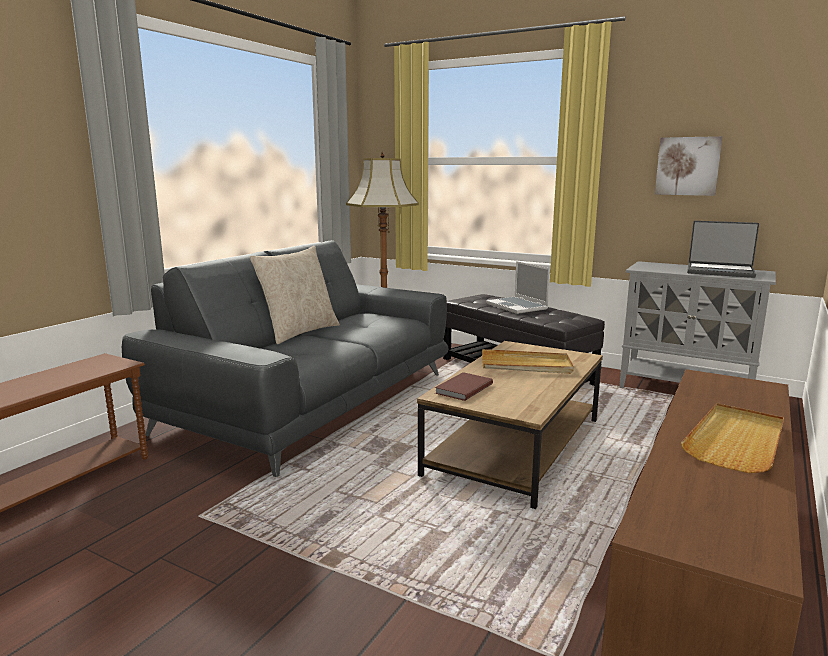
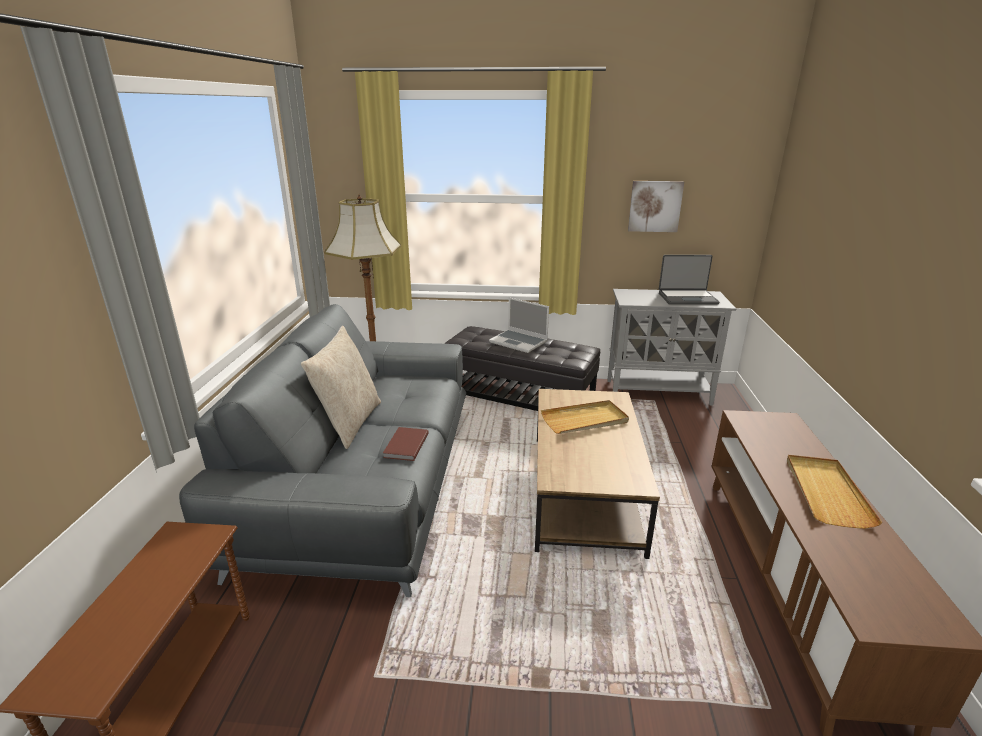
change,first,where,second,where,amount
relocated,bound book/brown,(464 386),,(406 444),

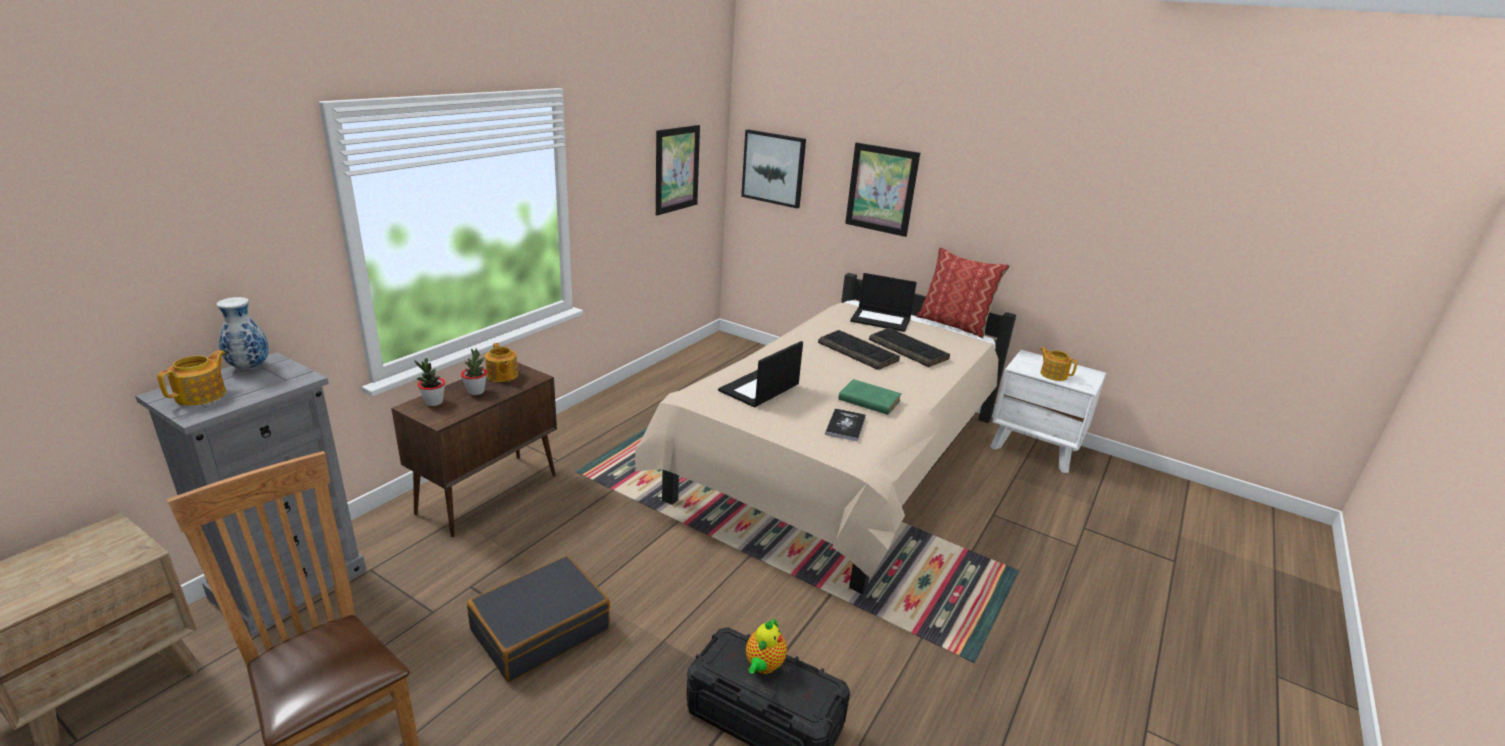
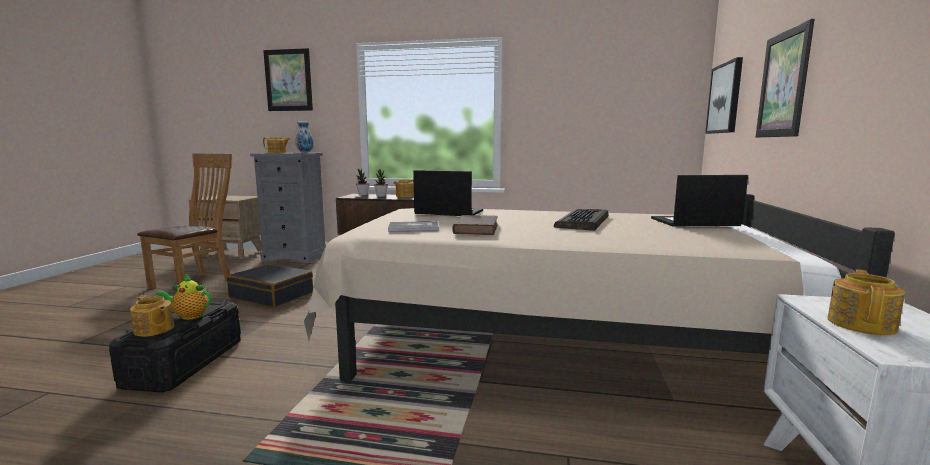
change,first,where,second,where,amount
missing,PC keyboard,(909 347),,,
missing,throw pillow,(963 293),,,
appeared,,,teapot,(152 316),
relocated,wall art,(678 170),,(288 79),
colour,bound book/greenish,(870 397),bound book/brown,(475 225),
spun,laptop,(883 302),,(699 200),90 degrees clockwise

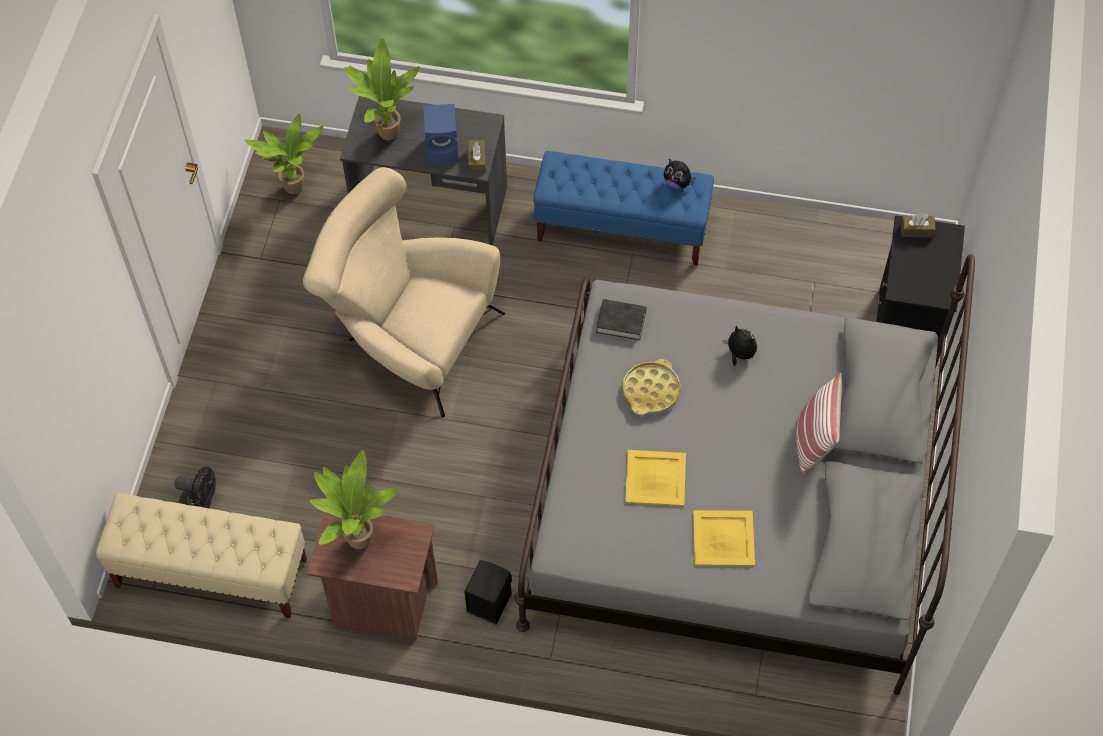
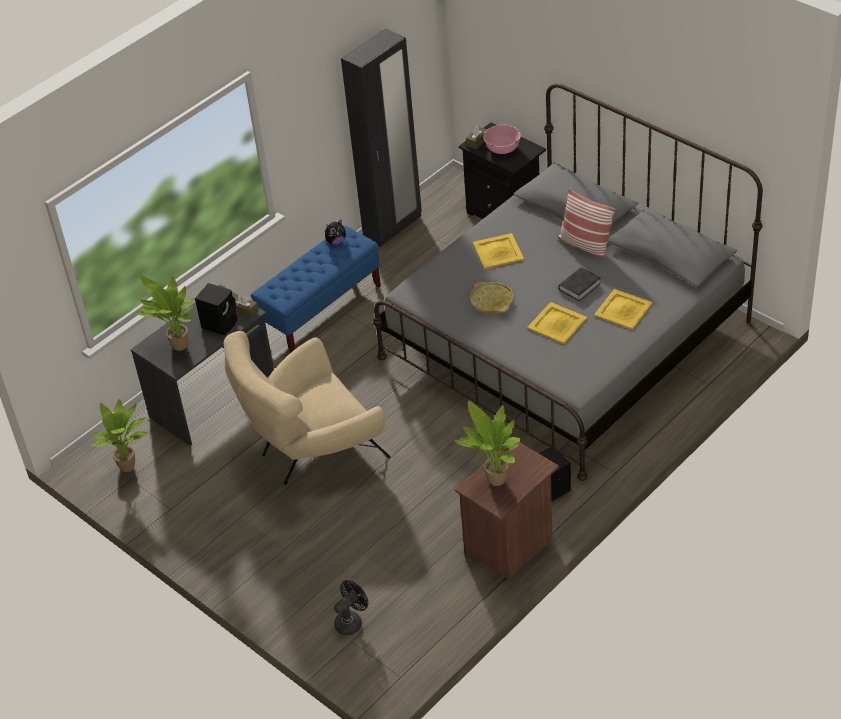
change,first,where,second,where,amount
missing,long seat/sand-coloured,(201 555),,,
appeared,,,armoire/black-coloured,(381 137),
appeared,,,bowl/pink-coloured,(502 139),
relocated,bound book/black-coloured,(621 319),,(580 284),
exchanged,plush toy,(740 345),serving tray/yellowish,(498 251),
colour,speaker/blue-coloured,(441 134),speaker/black-coloured,(216 309),

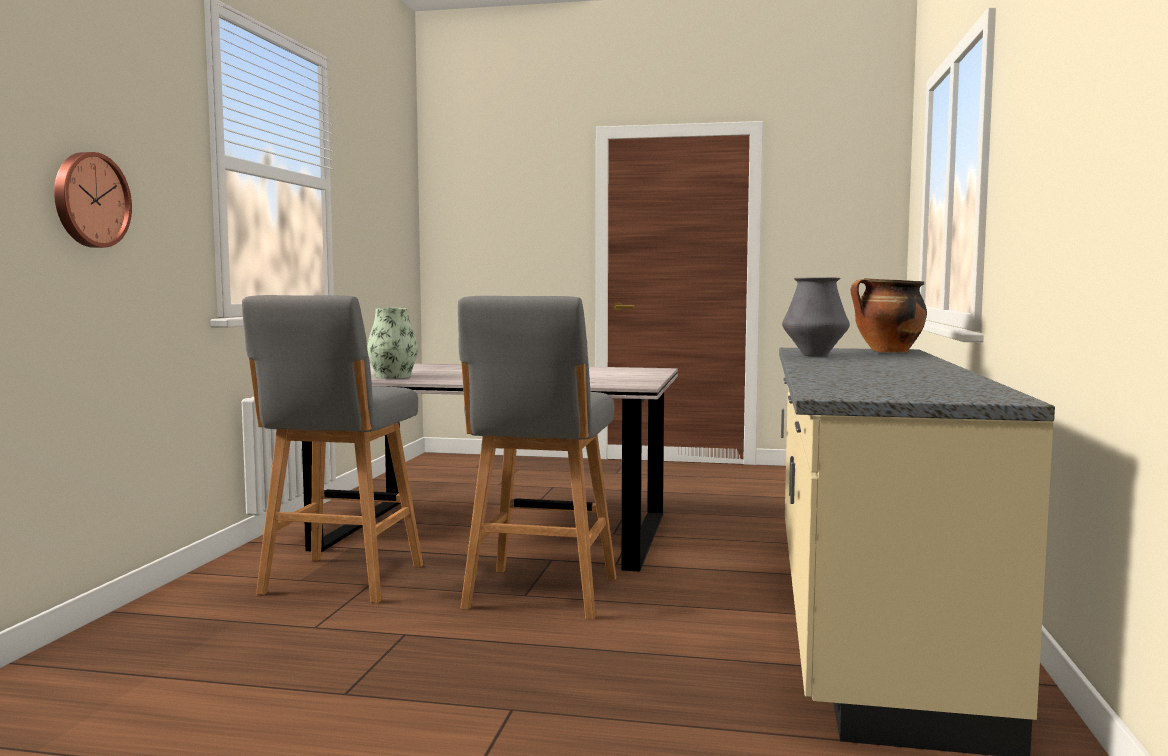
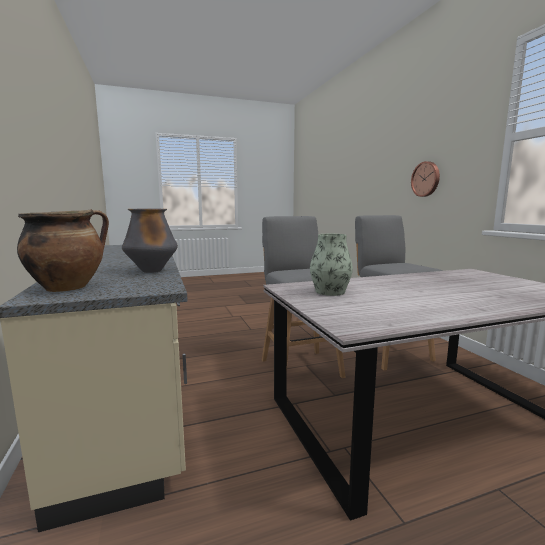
change,first,where,second,where,amount
relocated,decorative vase,(392 343),,(331 265),

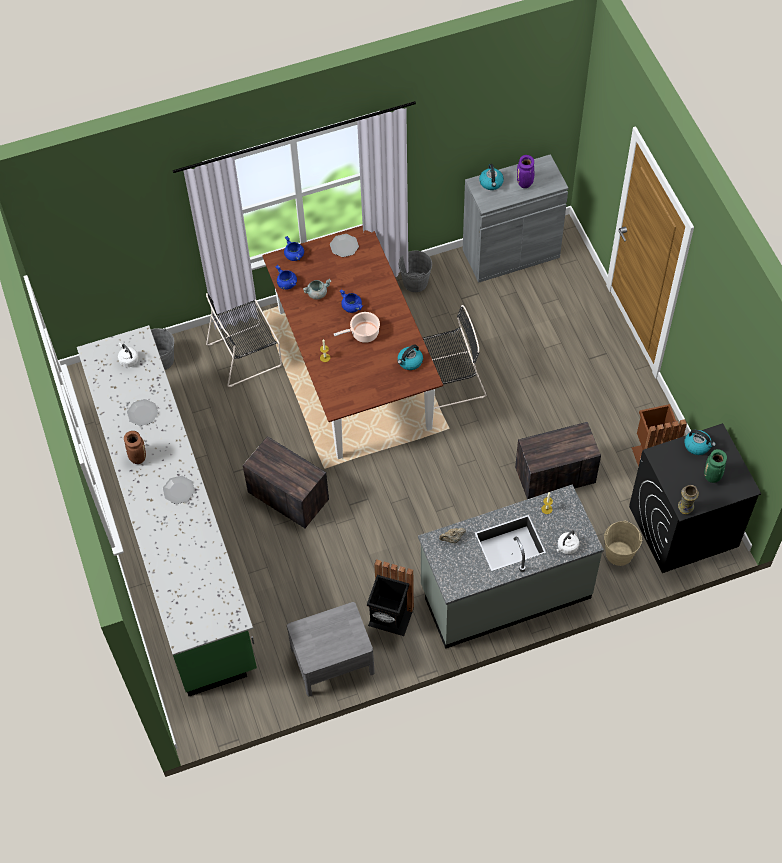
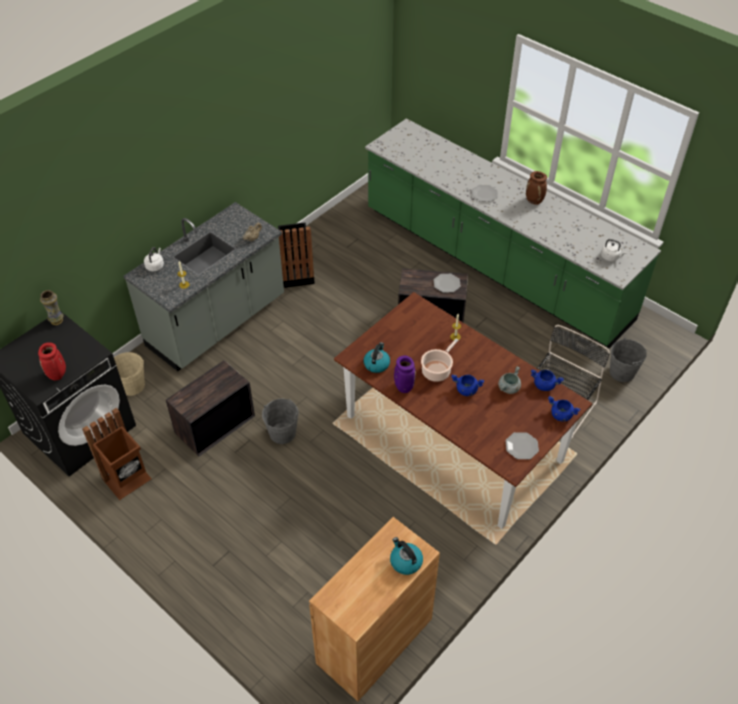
change,first,where,second,where,amount
missing,night table/gray,(331 649),,,
missing,chair/black-coloured,(454 357),,,
missing,decorative vase/greenish,(715 466),,,
relocated,flat dish,(142 412),,(447 283),
relocated,pail/gray,(415 271),,(280 421),
relocated,decorative vase/purplish,(525 171),,(405 374),
exchanged,tea kettle,(700 442),decorative vase/reddish,(52 361),
colour,storage cabinet/gray,(515 218),storage cabinet/brown,(374 609),

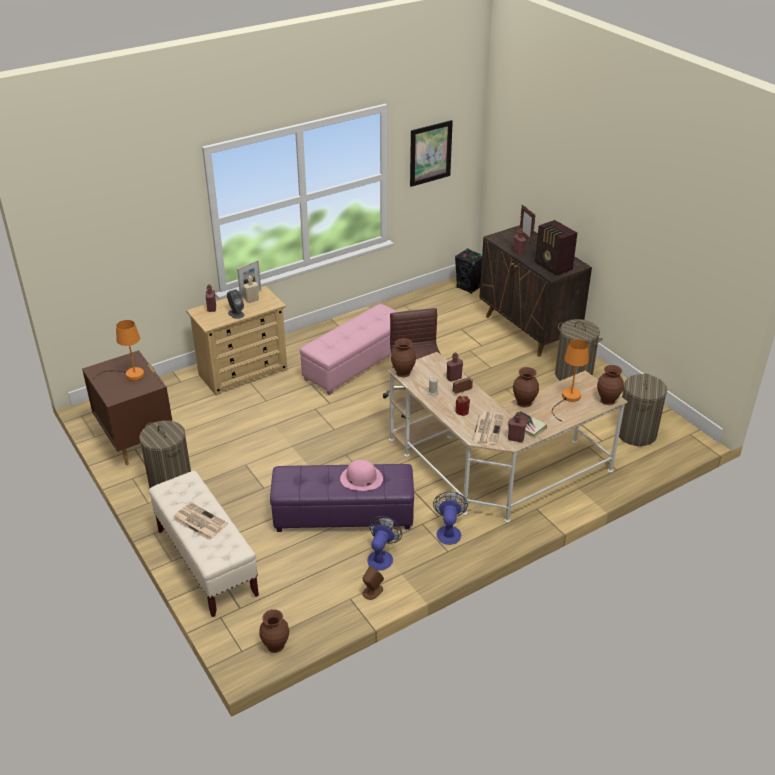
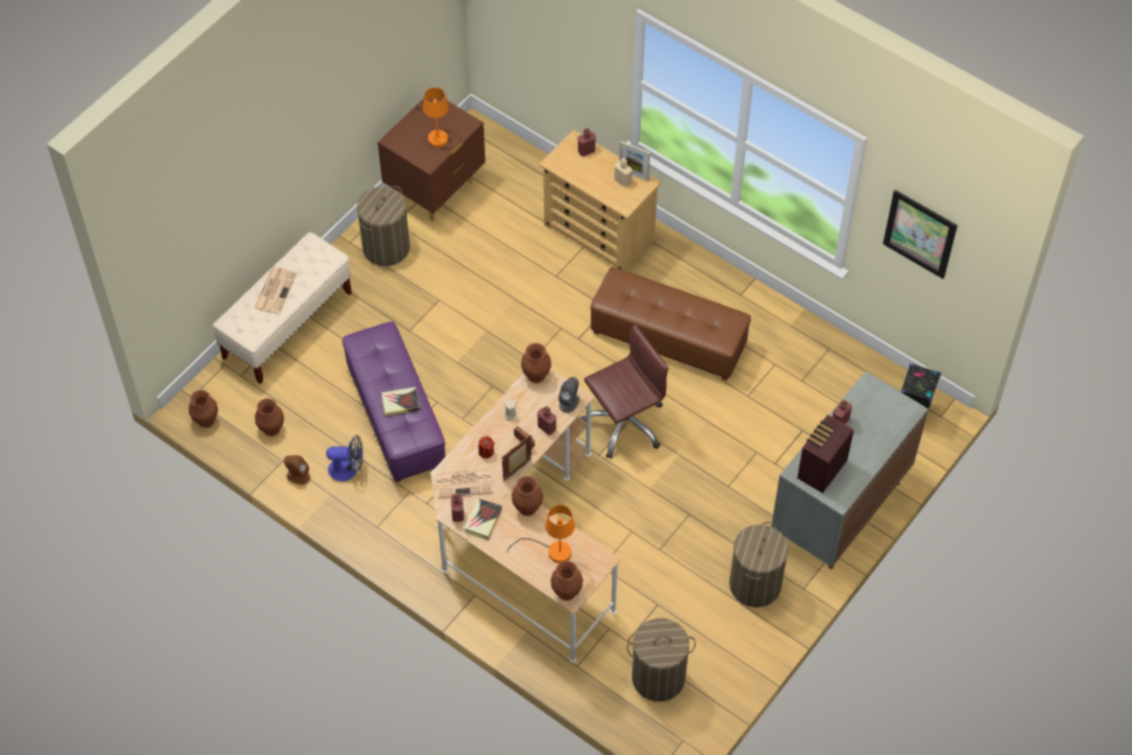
change,first,where,second,where,amount
missing,electric fan,(450 518),,,
appeared,,,decorative vase/brown,(269 417),
relocated,speaker/gray,(235 304),,(569 395),
relocated,photo frame,(527 224),,(517 458),
exchanged,clothing hat/pink-coloured,(361 475),bound book,(400 402),
colour,footrest/pink-coloured,(349 349),footrest/brown,(670 324),
colour,storage cabinet/brown,(535 291),storage cabinet/gray,(849 470),

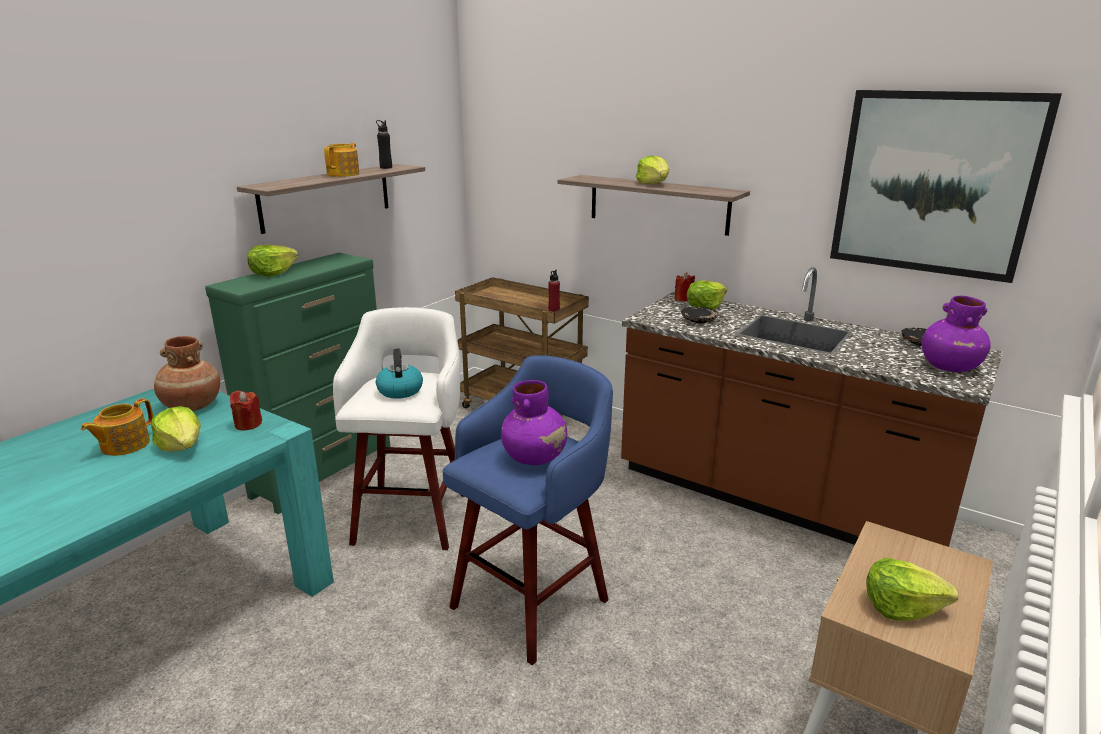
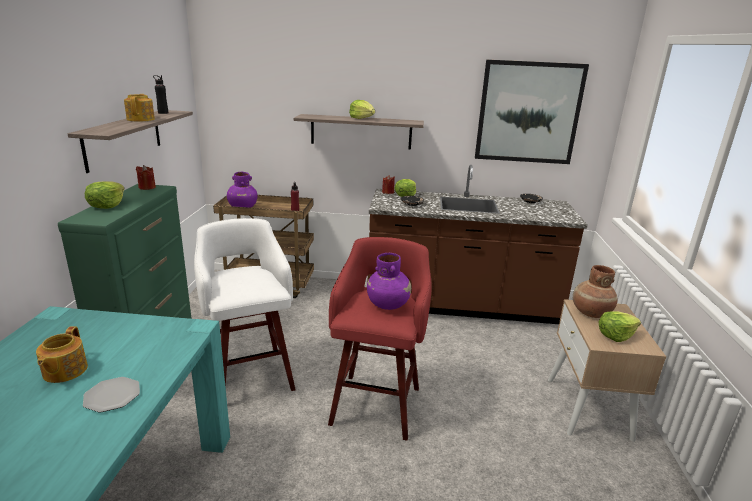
change,first,where,second,where,amount
missing,head of lettuce,(176 428),,,
missing,tea kettle,(399 373),,,
appeared,,,flat dish,(111 394),
relocated,decorative vase/brown,(187 373),,(595 291),
relocated,wax candle/reddish,(246 411),,(146 177),
relocated,decorative vase/purplish,(956 334),,(242 190),
colour,stool/blue-coloured,(527 510),stool/reddish,(380 339),

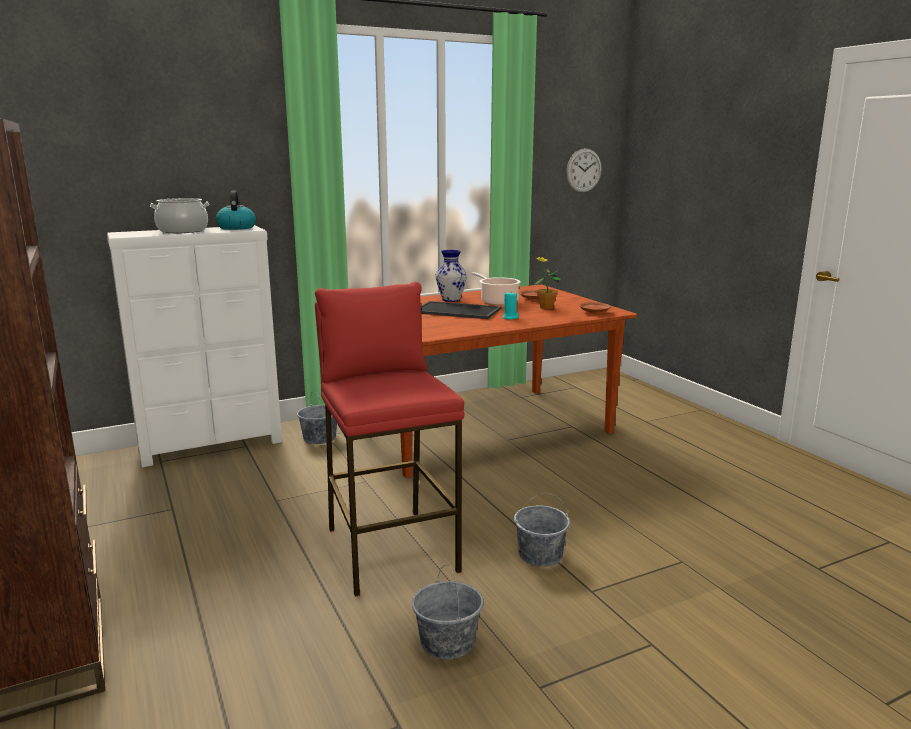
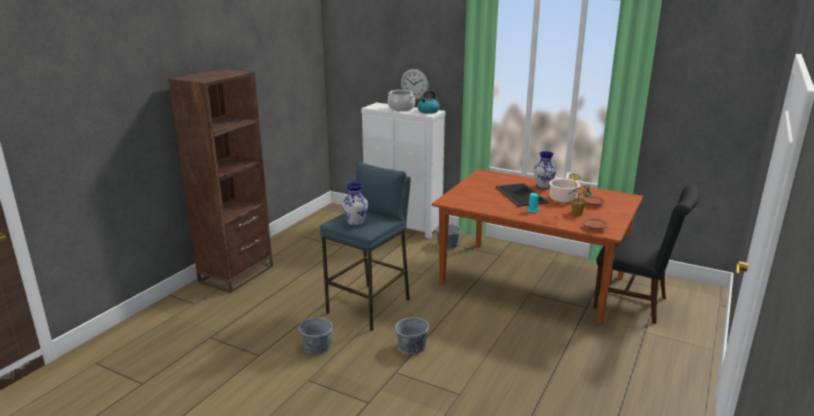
change,first,where,second,where,amount
appeared,,,decorative vase,(355 204),
appeared,,,chair/black-coloured,(646 254),
relocated,clock on the wall,(584 170),,(414 84),
colour,stool/reddish,(390 439),stool/blue-coloured,(365 246),

